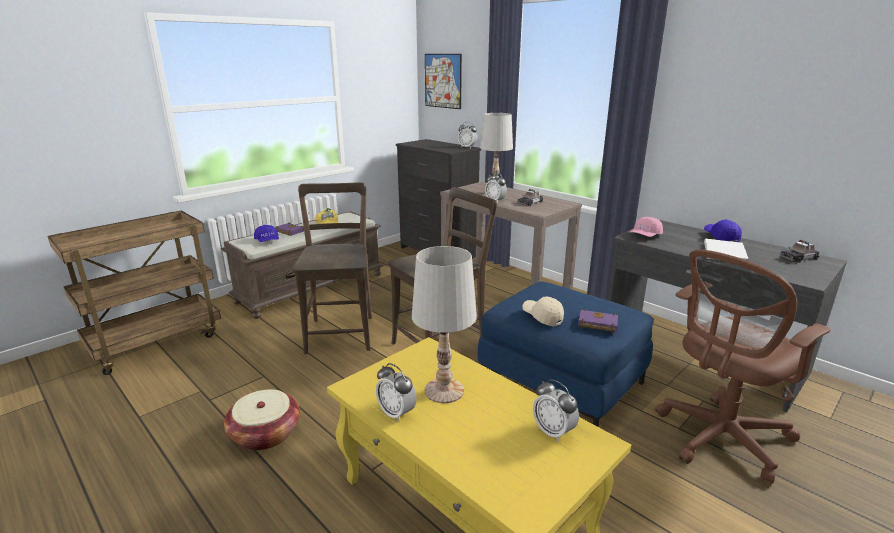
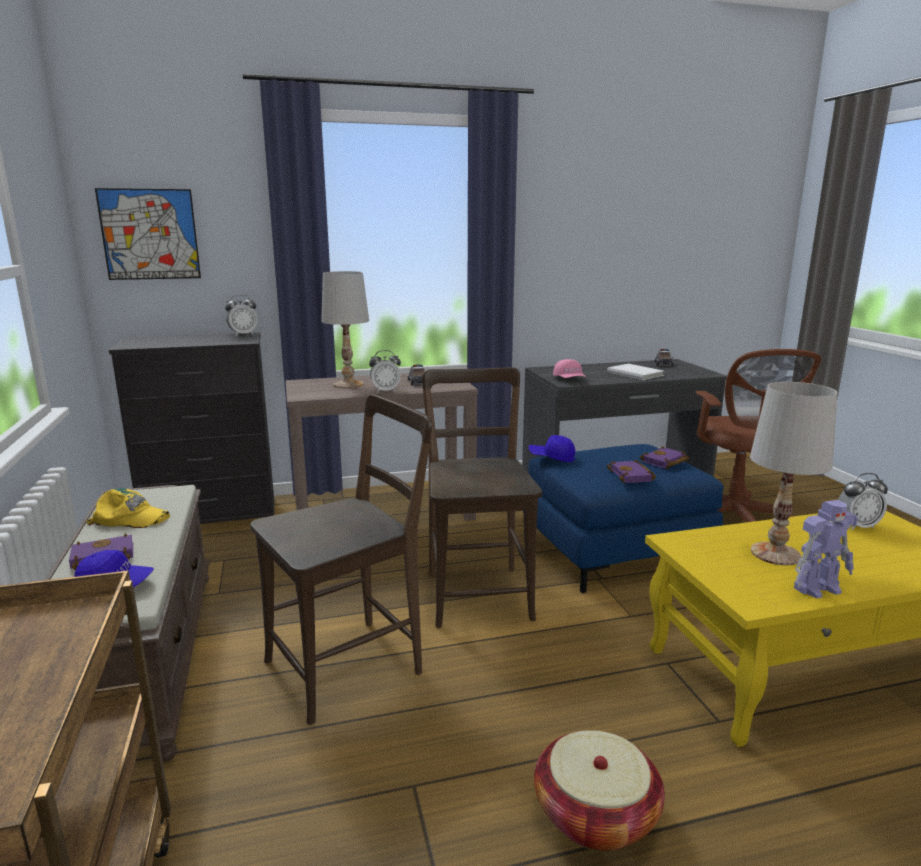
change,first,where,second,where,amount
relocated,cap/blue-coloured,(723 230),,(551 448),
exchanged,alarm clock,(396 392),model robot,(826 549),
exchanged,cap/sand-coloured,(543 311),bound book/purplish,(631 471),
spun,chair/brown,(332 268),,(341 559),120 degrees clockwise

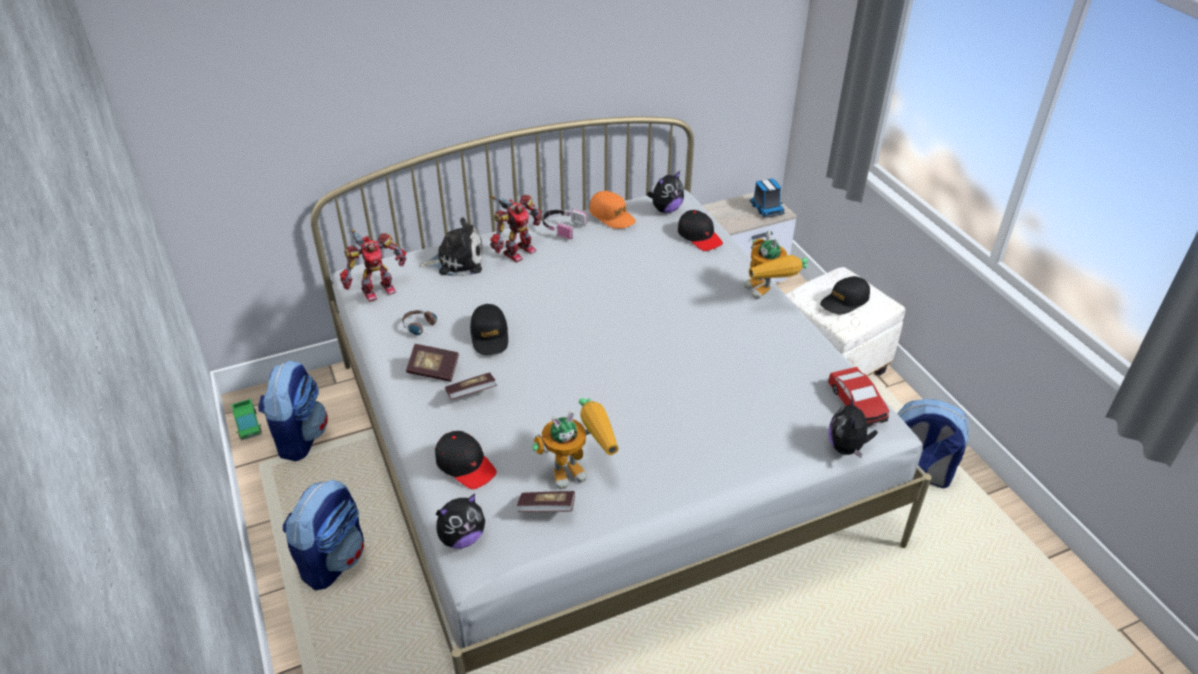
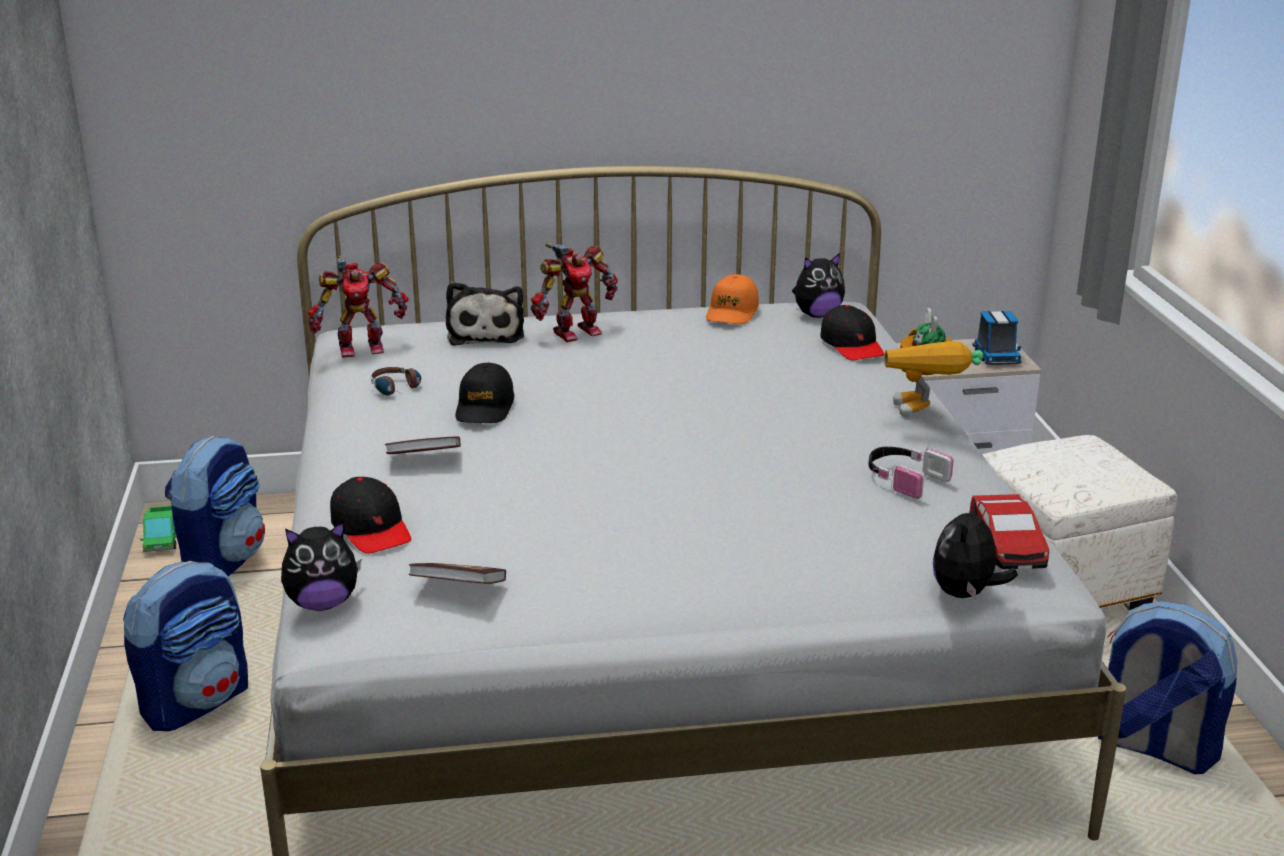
change,first,where,second,where,amount
missing,bound book,(432 363),,,
missing,model robot,(575 444),,,
missing,cap/black-coloured,(845 295),,,
relocated,pair of headphones,(565 224),,(911 473),
spun,plush toy,(451 246),,(485 314),75 degrees clockwise
spun,cap/orange,(612 210),,(732 299),45 degrees clockwise

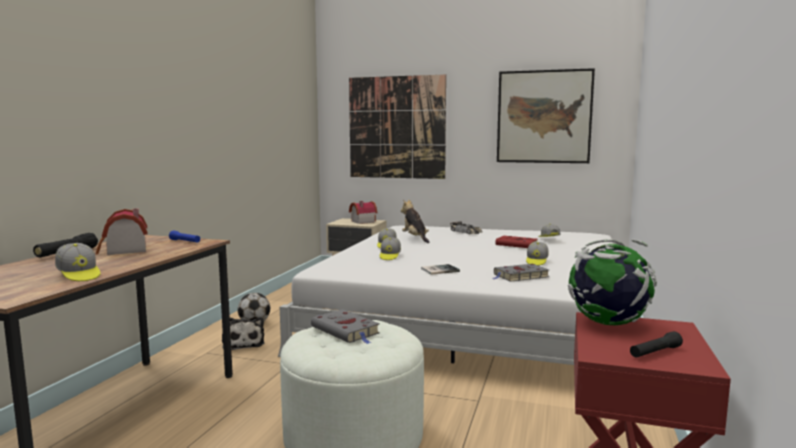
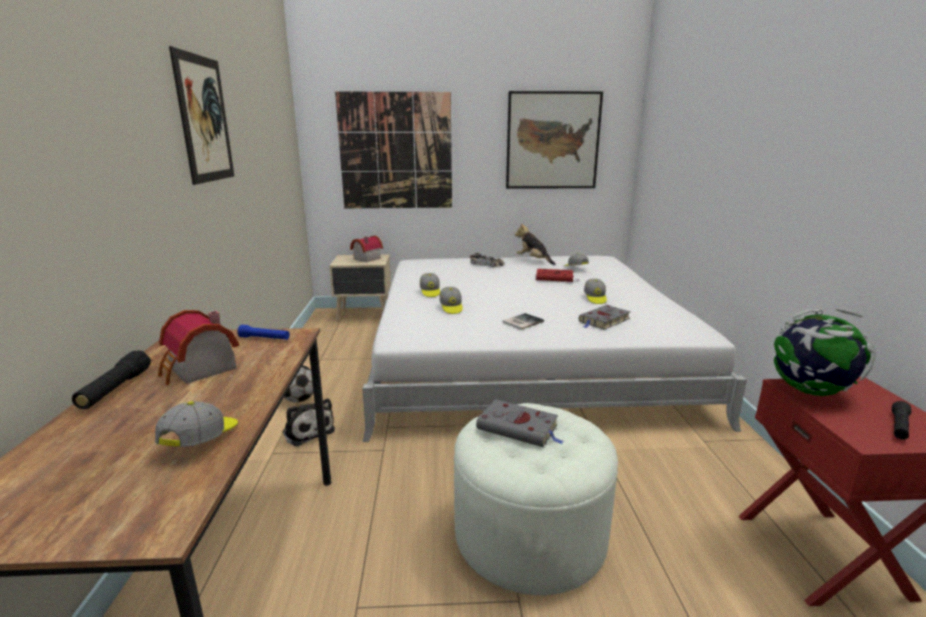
change,first,where,second,where,amount
appeared,,,wall art,(201 115),
relocated,plush toy,(415 221),,(535 244),
spun,cap,(77 262),,(196 424),105 degrees counterclockwise

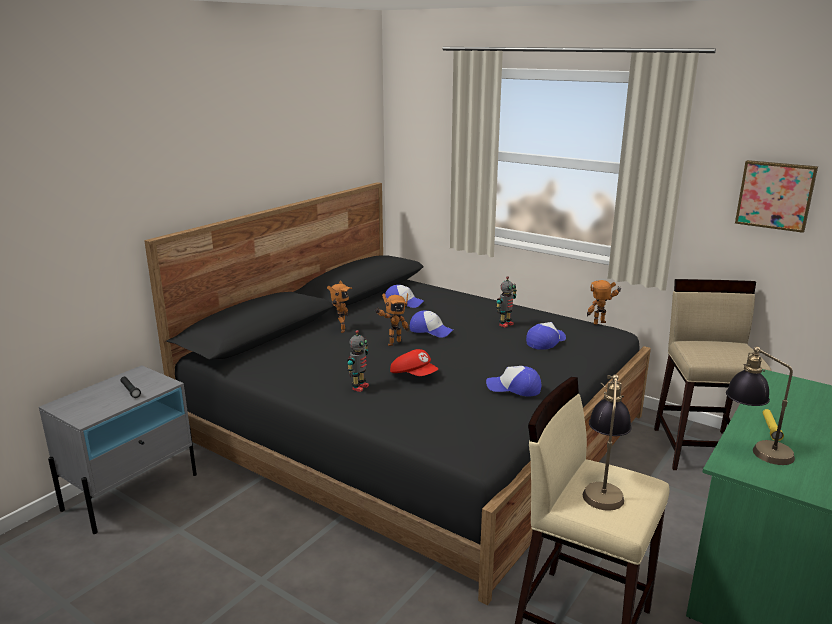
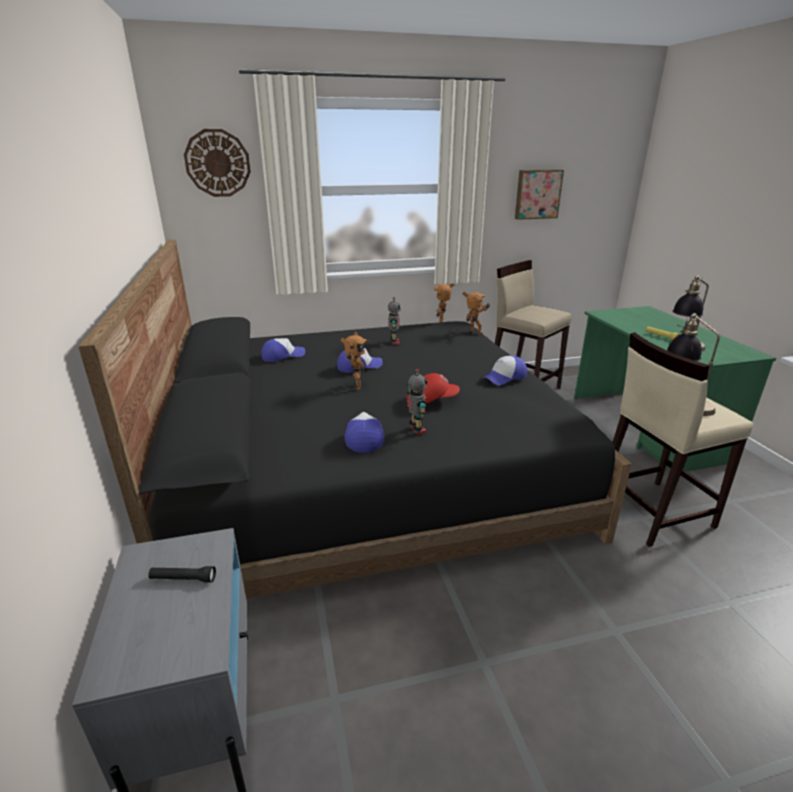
change,first,where,second,where,amount
appeared,,,clock on the wall,(217 163),
relocated,model robot,(340 307),,(476 313),
relocated,cap,(546 336),,(364 432),

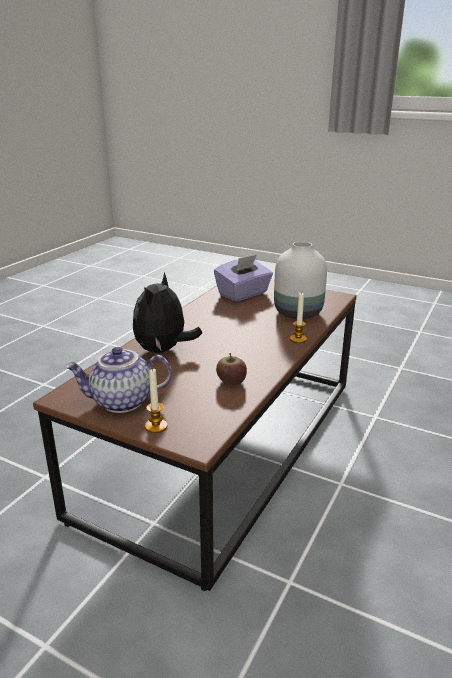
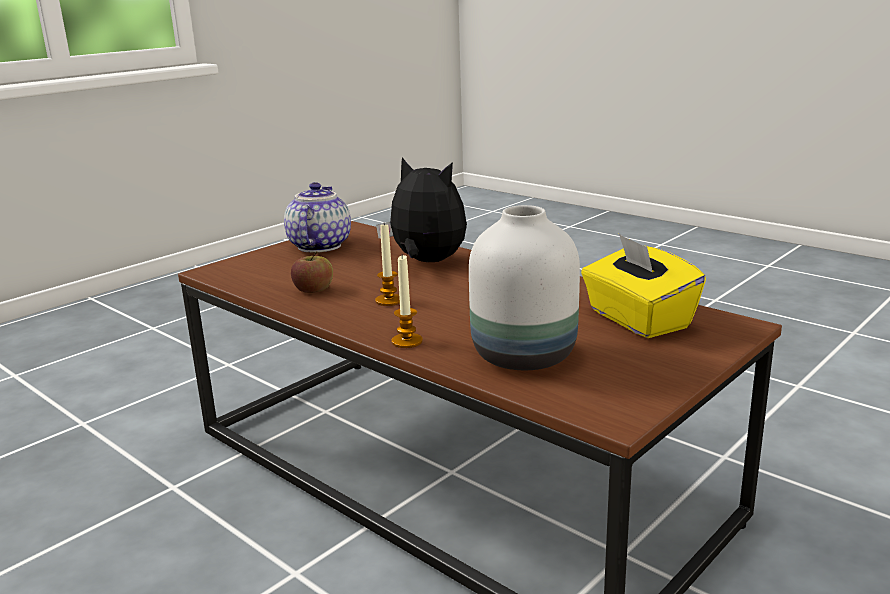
change,first,where,second,where,amount
relocated,wax candle,(156 400),,(387 264),
colour,tissue holder/purplish,(243 278),tissue holder/yellowish,(643 286),

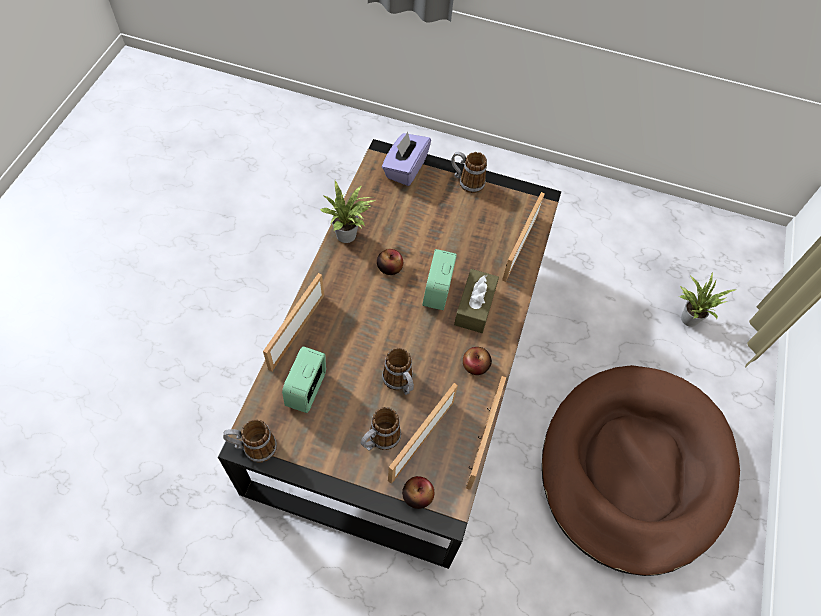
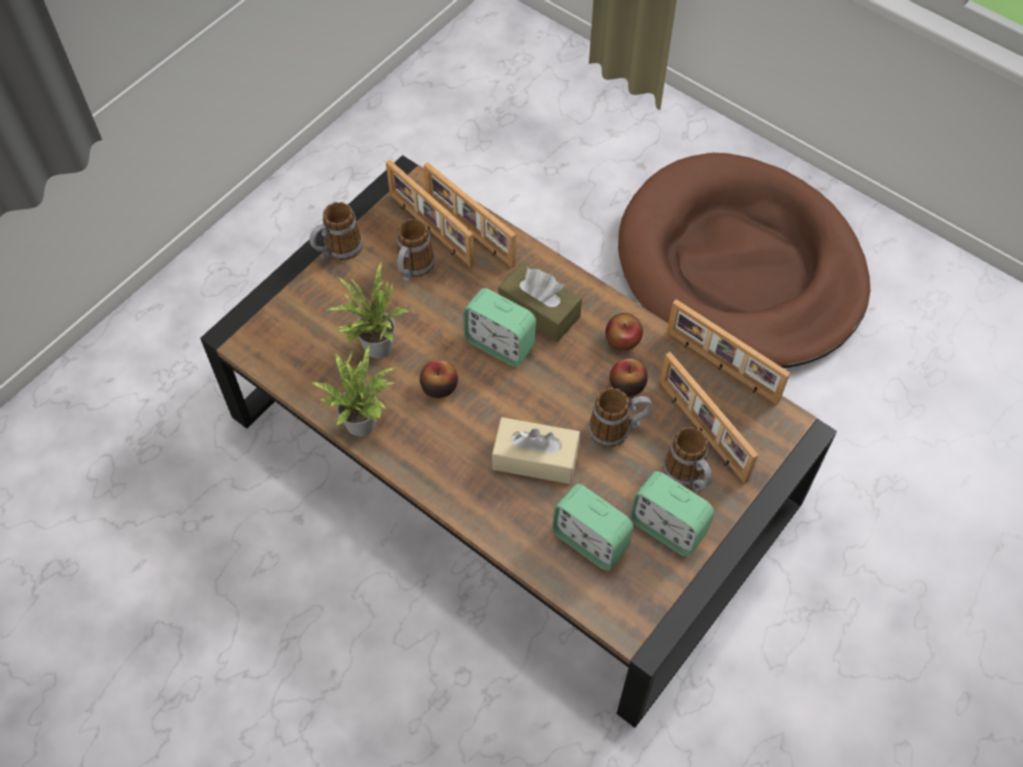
change,first,where,second,where,amount
missing,tissue holder/purplish,(406 159),,,
appeared,,,tissue holder/sand-coloured,(536 450),
appeared,,,alarm clock,(672 514),
relocated,coffee mug,(250 441),,(416 250),
relocated,photo frame,(293 322),,(430 214),
relocated,whole apple,(418 492),,(628 378),
relocated,potted plant,(707 300),,(369 310),

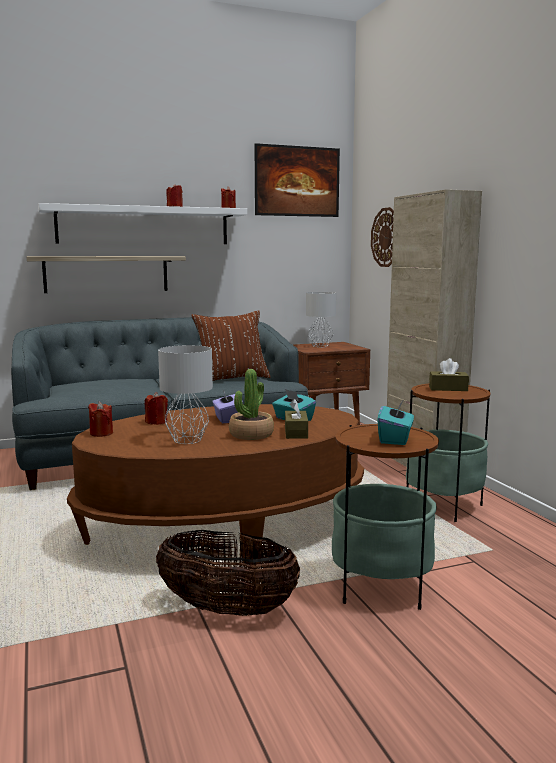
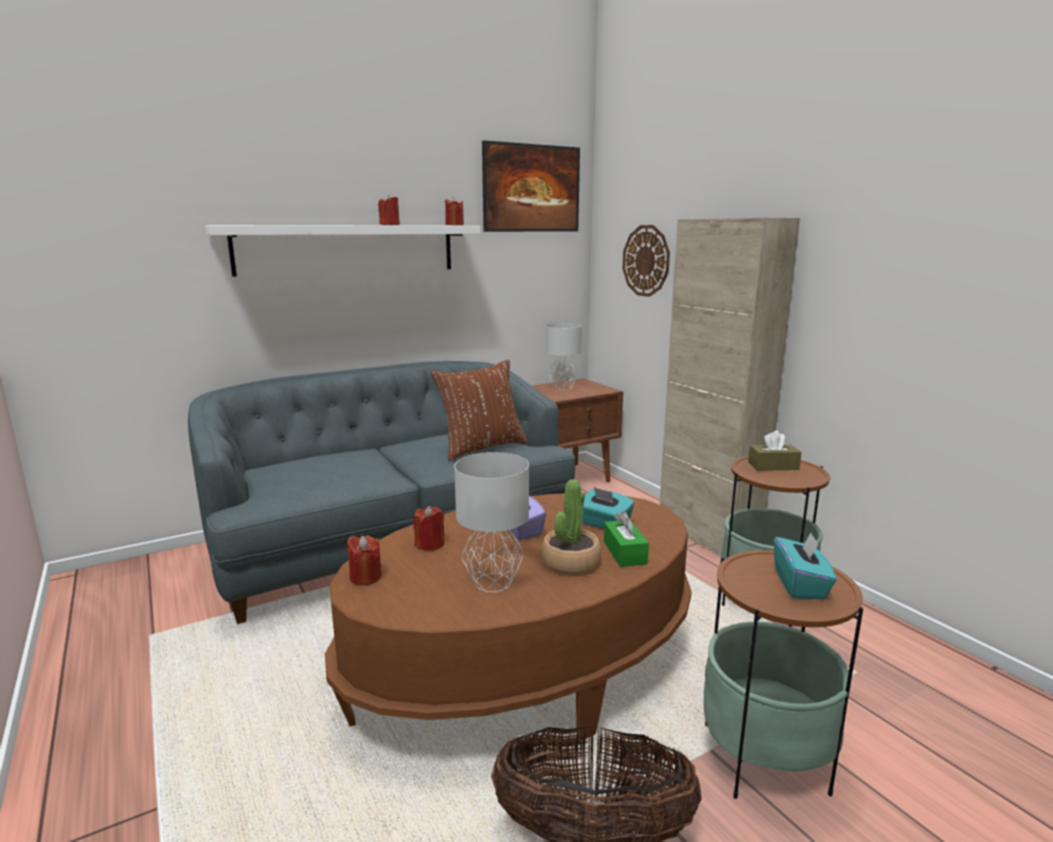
change,first,where,second,where,amount
missing,shelf,(106 274),,,
colour,tissue holder/brown,(296 419),tissue holder/greenish,(626 539),

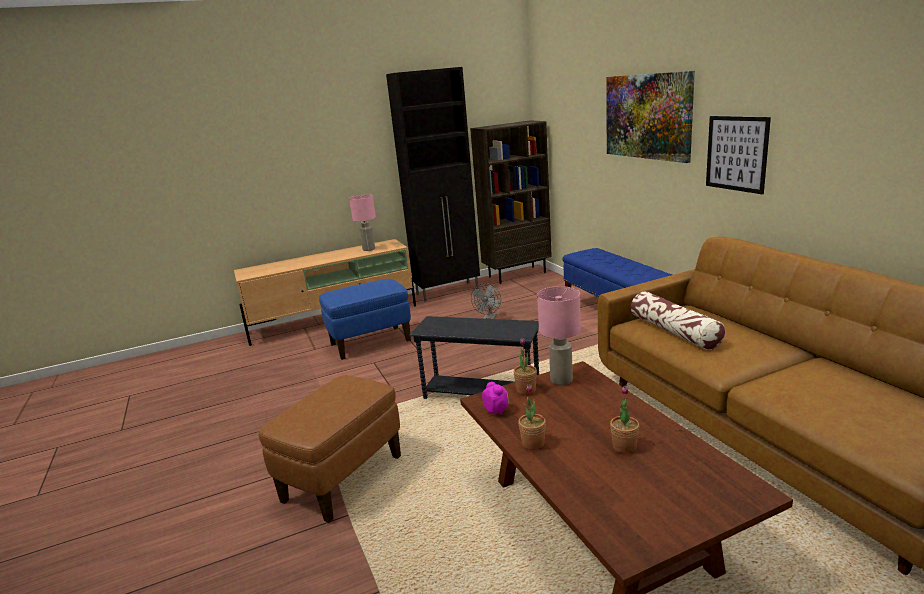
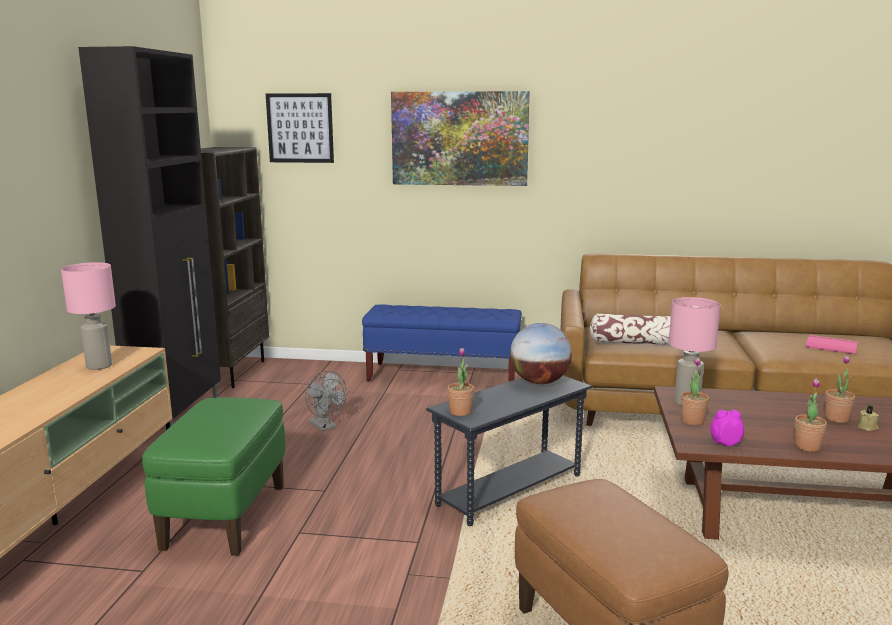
change,first,where,second,where,amount
appeared,,,potted plant,(460 382),
appeared,,,desk globe,(541 353),
appeared,,,bound book/pink-coloured,(832 344),
appeared,,,wax candle/sand-coloured,(868 418),
relocated,wall art,(738 155),,(300 128),
colour,footrest/blue-coloured,(365 319),footrest/greenish,(214 476),

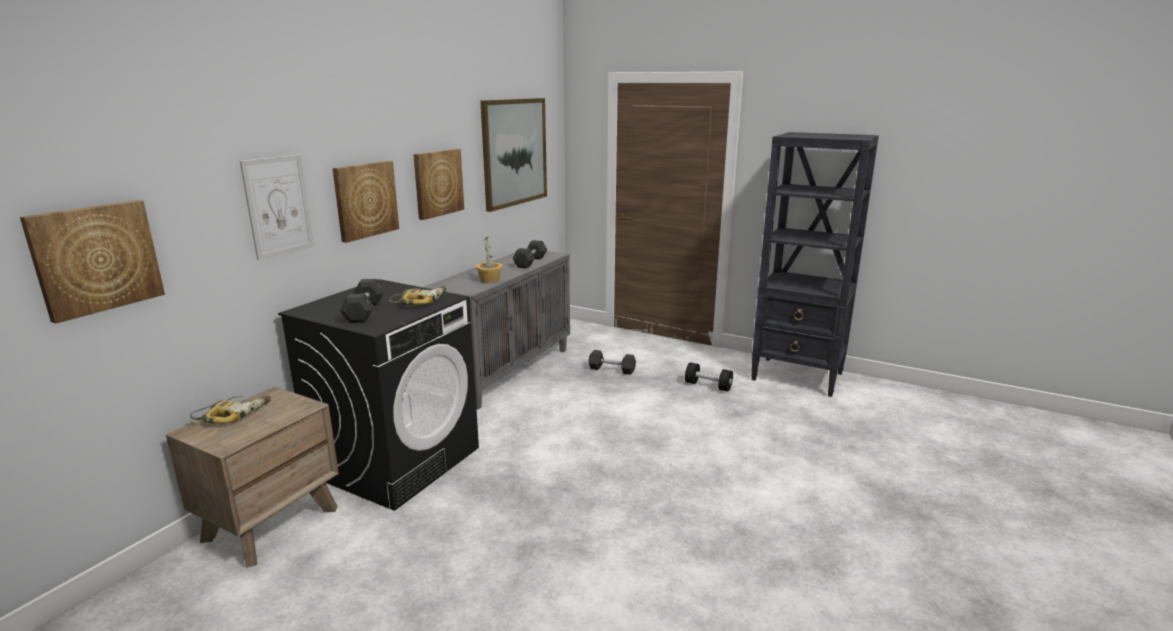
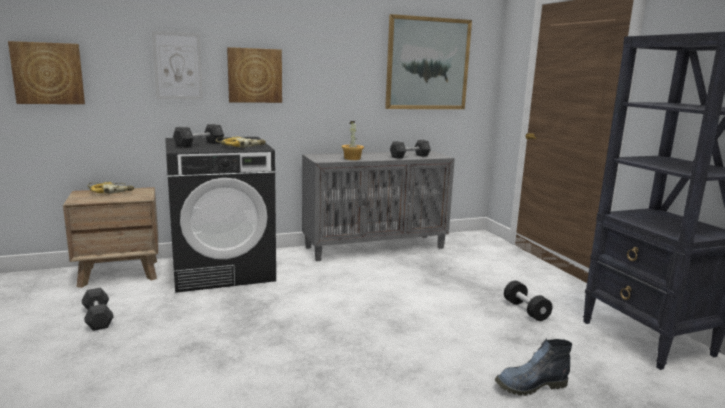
change,first,where,second,where,amount
missing,wall art,(438 184),,,
appeared,,,tall boot,(533 367),
relocated,hand weight/gray,(612 362),,(97 309),

